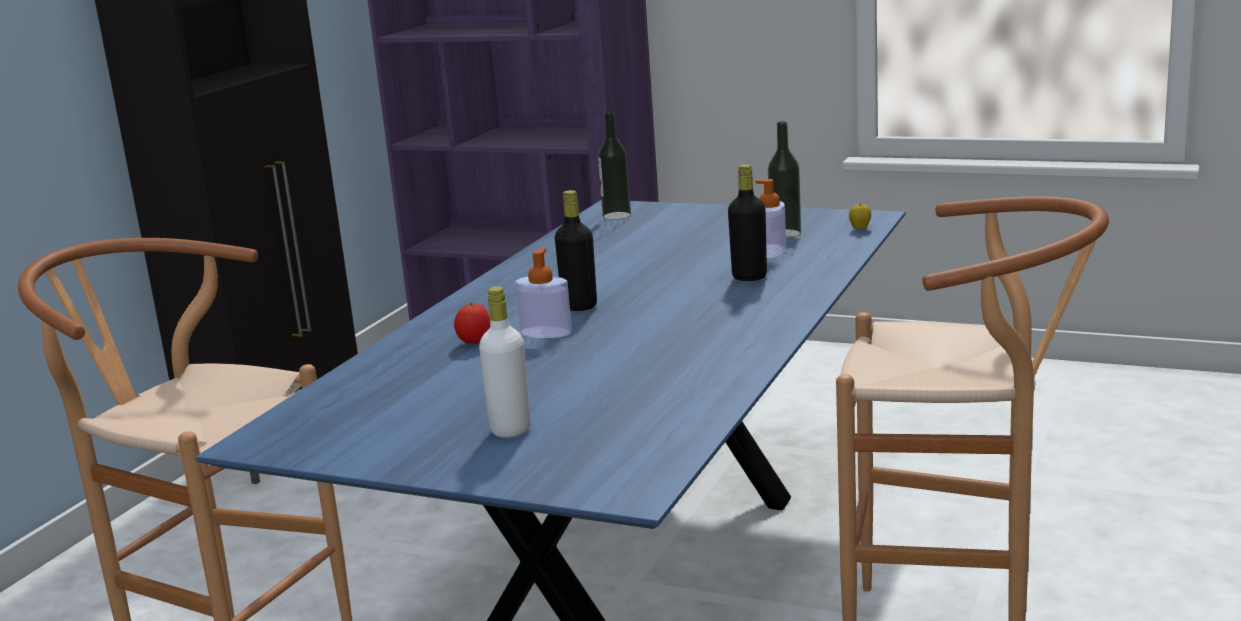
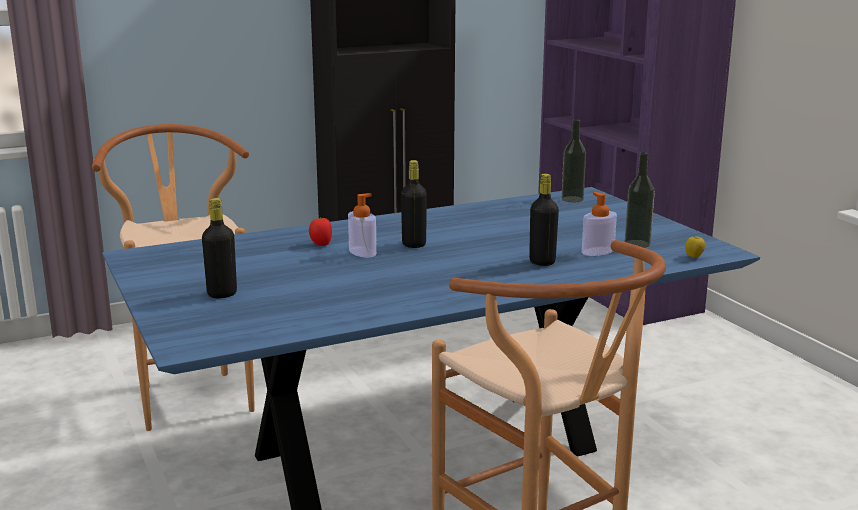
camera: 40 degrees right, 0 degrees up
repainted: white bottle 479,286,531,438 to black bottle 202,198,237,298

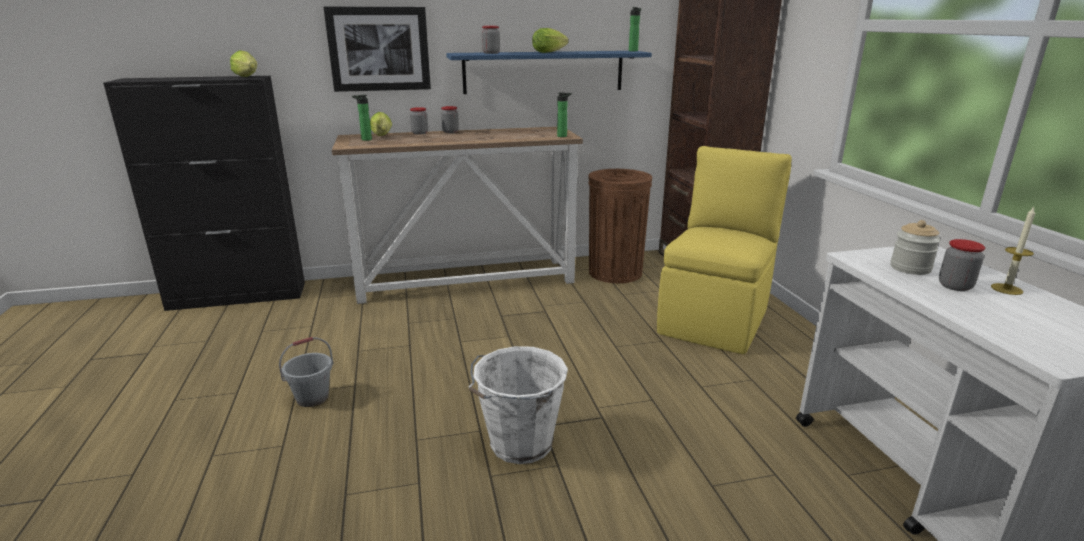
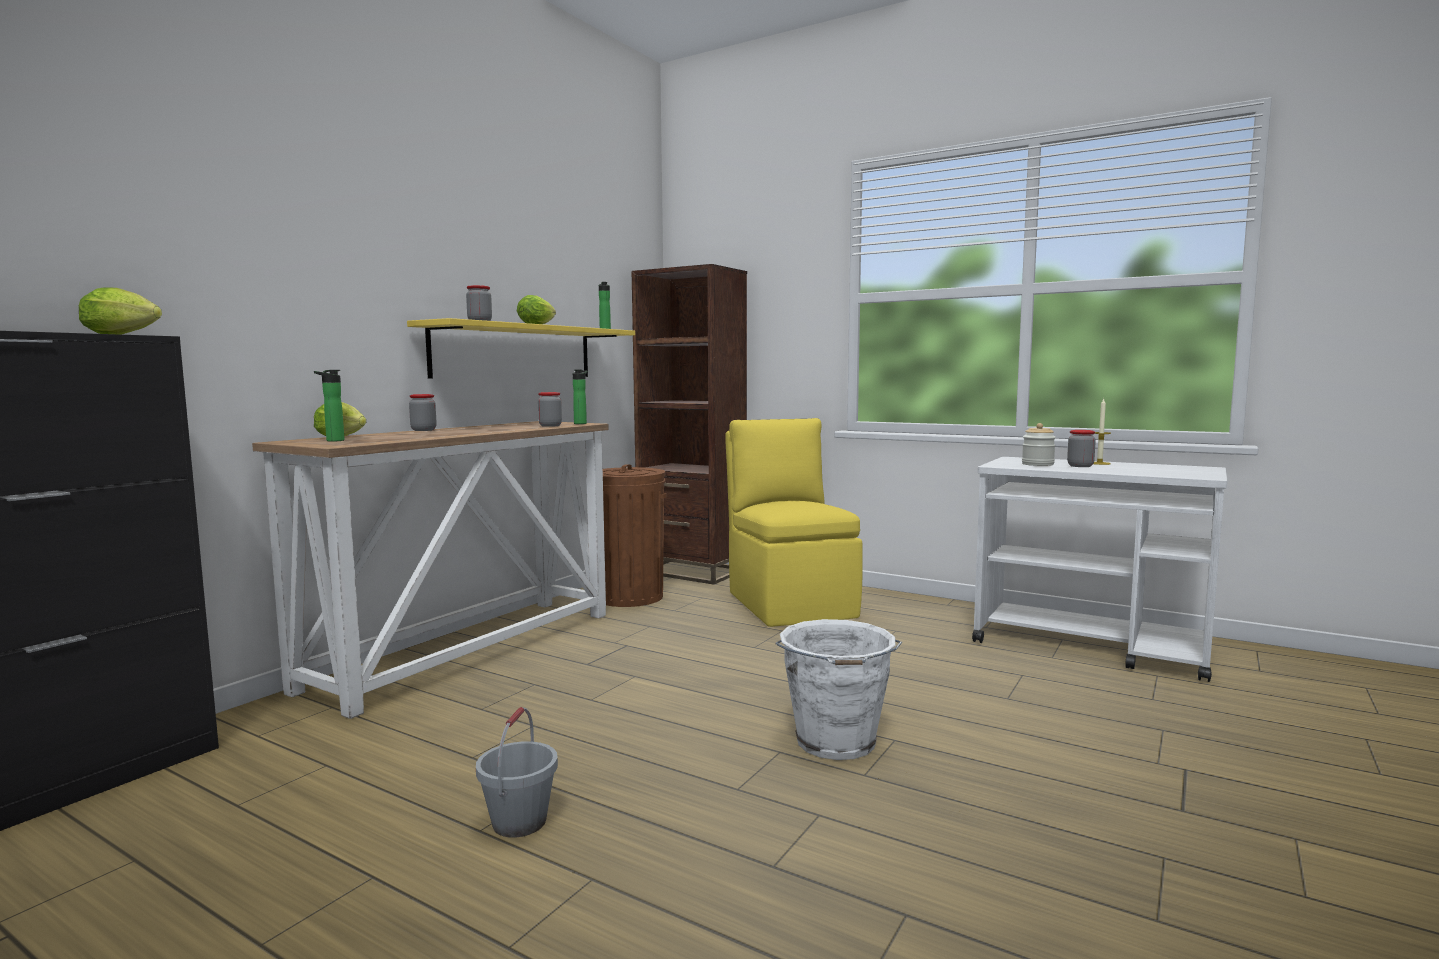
camera: 45 degrees left, 15 degrees down
gone: picture 324,7,431,92
shifted: jar 410,107,428,135 to 538,392,562,427
repainted: blue shelf 446,51,652,94 to yellow shelf 407,318,635,379

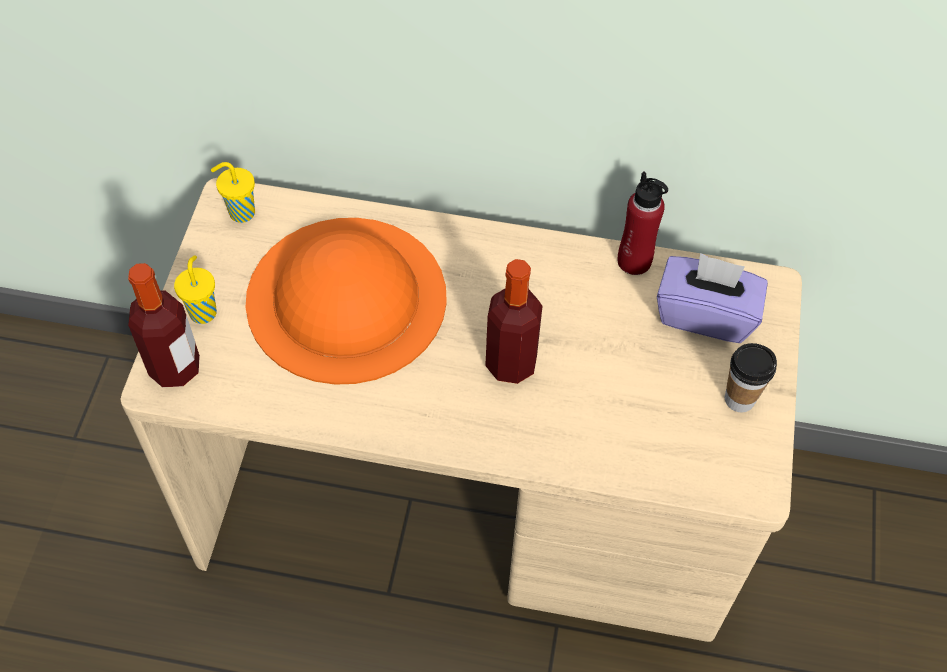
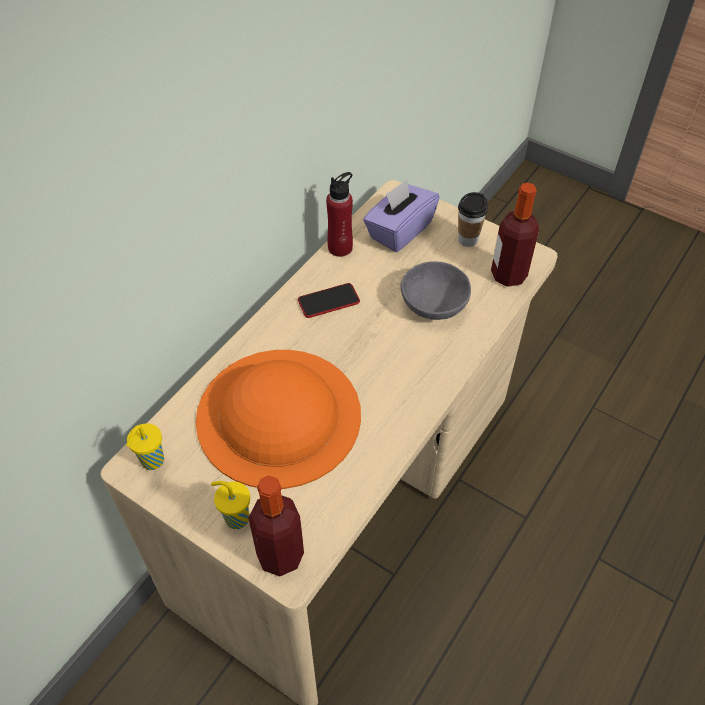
camera: 65 degrees left, 5 degrees down
new: phone 298,283,360,318; grey bowl 401,261,471,320
shifted: bottle 485,259,542,384 to 491,183,539,287

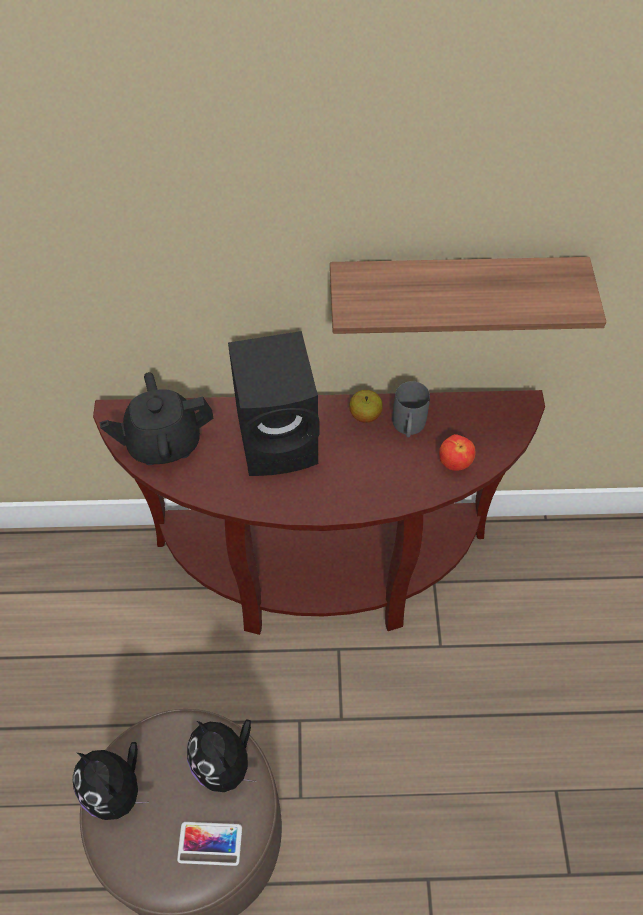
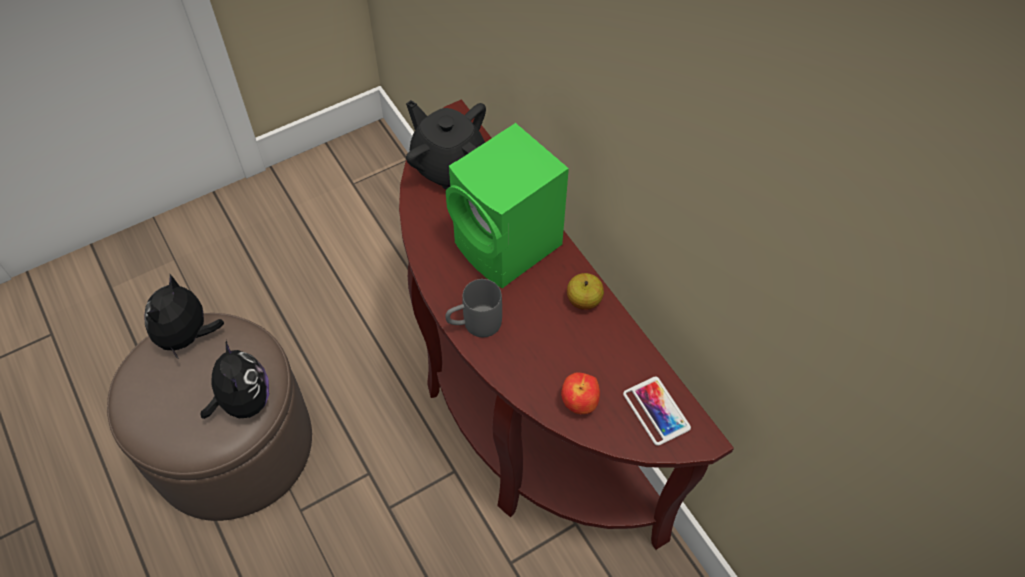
camera: 60 degrees right, 0 degrees up
gone: shelf 330,257,606,334
shifted: grey mug 392,381,430,437 to 445,279,502,337; phone 177,822,242,866 to 623,377,691,446
repainted: black speaker 228,331,319,476 to green speaker 446,123,569,288
rotated: plush toy 187,720,257,792 = 200,340,269,419 135 degrees clockwise

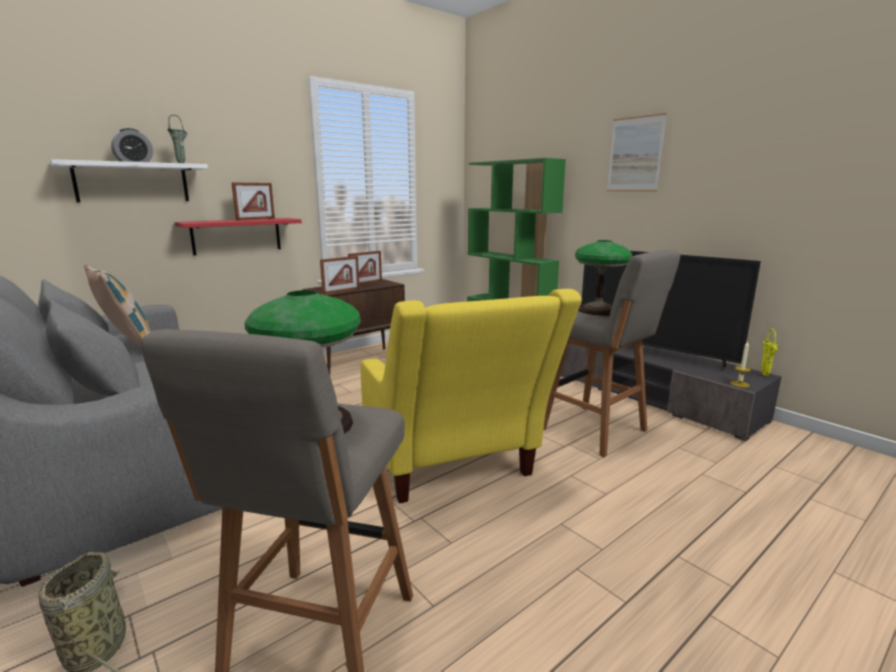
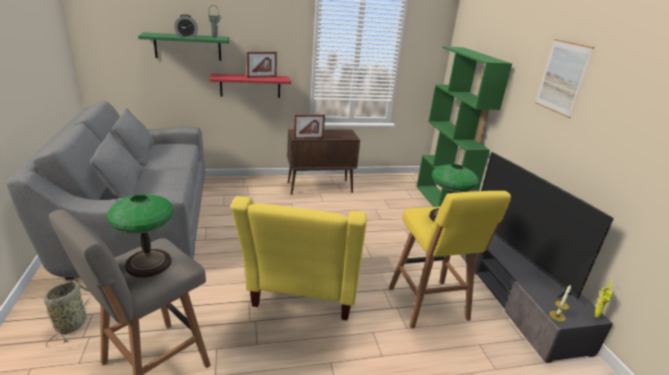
camera: 25 degrees right, 10 degrees up
gone: pillow 84,264,150,347; picture frame 348,251,382,285
repainted: white shelf 50,159,208,203 to green shelf 138,32,229,61; grey stool 543,250,680,457 to yellow stool 389,191,511,328

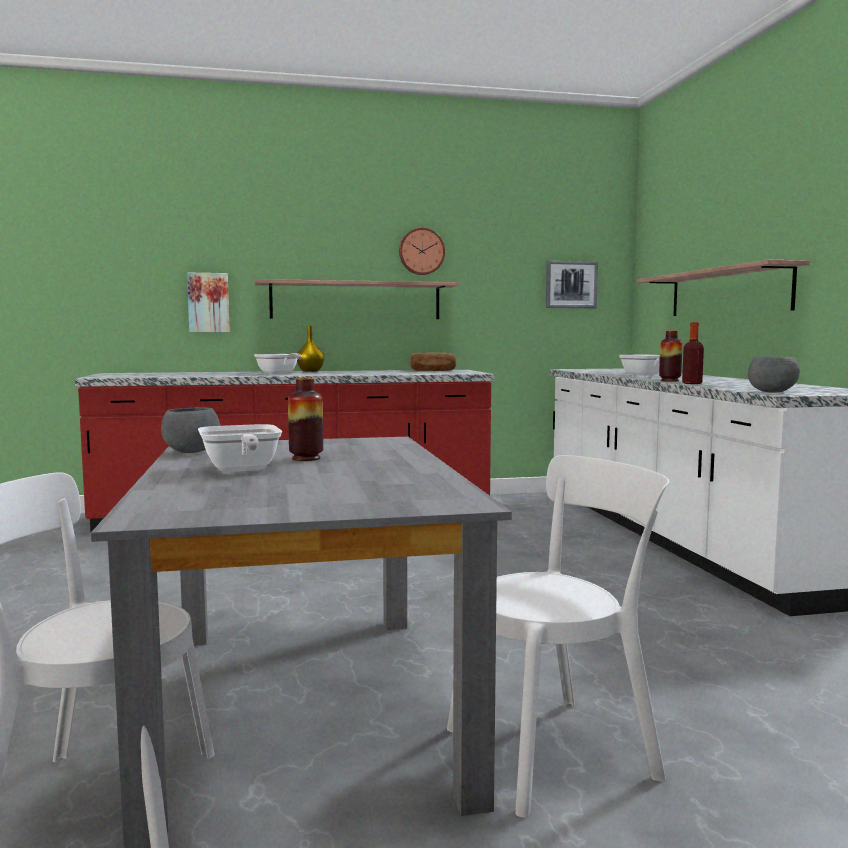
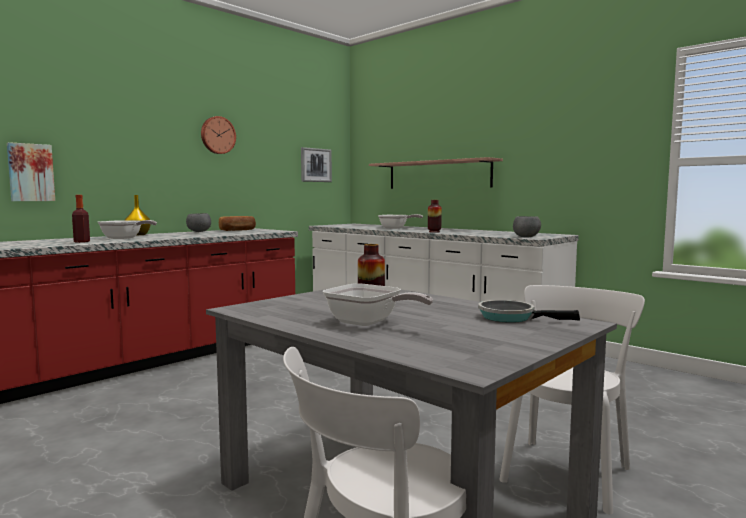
camera: 35 degrees left, 0 degrees up
gone: shelf 254,279,460,319
new: frying pan 478,300,580,323
shifted: bottle 682,322,704,384 to 72,195,90,243; grey bowl 161,407,220,453 to 186,213,211,232

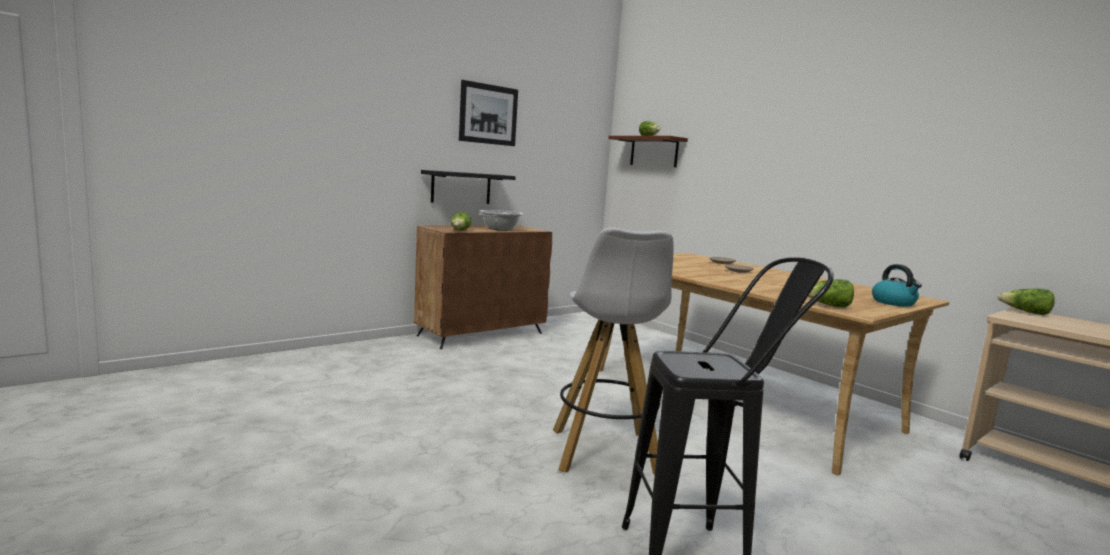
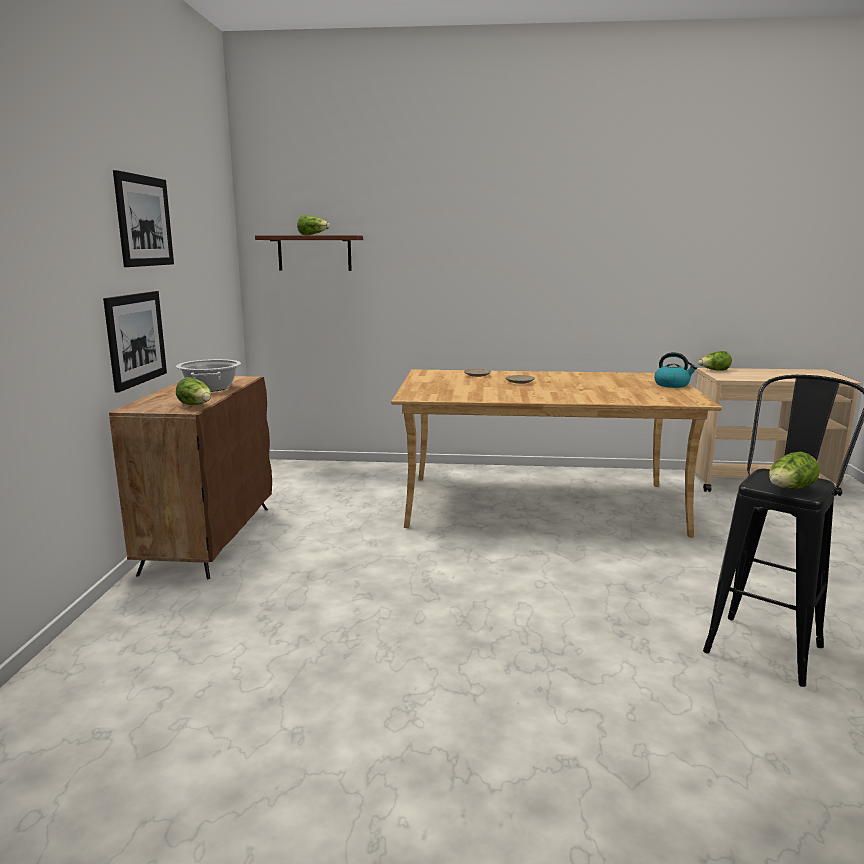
camera: 45 degrees left, 5 degrees up
gone: white stool 553,227,674,474
shifted: lettuce 808,279,854,308 to 769,452,820,489
swapped: black shelf 421,170,516,204 to picture 103,291,167,393

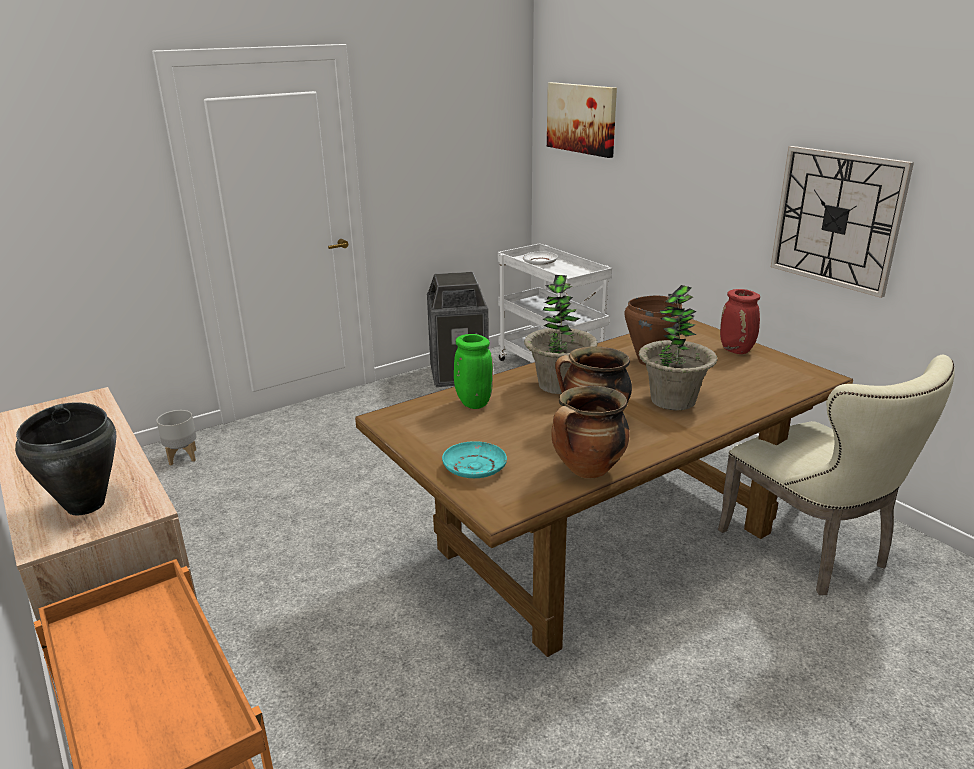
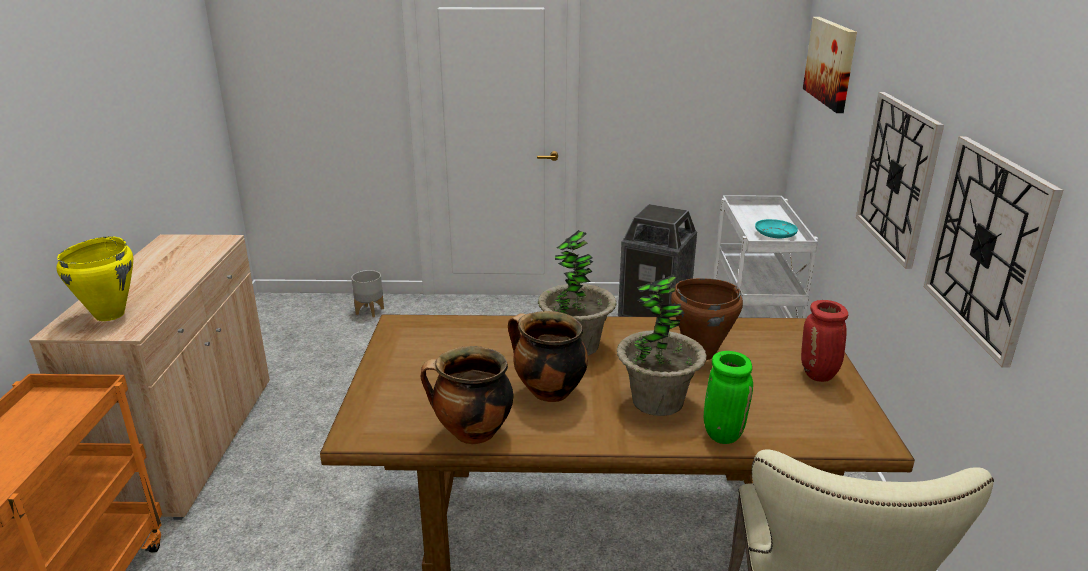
camera: 35 degrees right, 0 degrees up
gone: white plate 523,251,558,265
new: wall clock 856,92,944,269
shifted: green vase 454,334,493,409 to 704,351,753,444; turquoise plate 442,441,507,478 to 755,219,798,238
repainted: black cooking pot 15,402,116,515 to yellow cooking pot 56,236,133,321

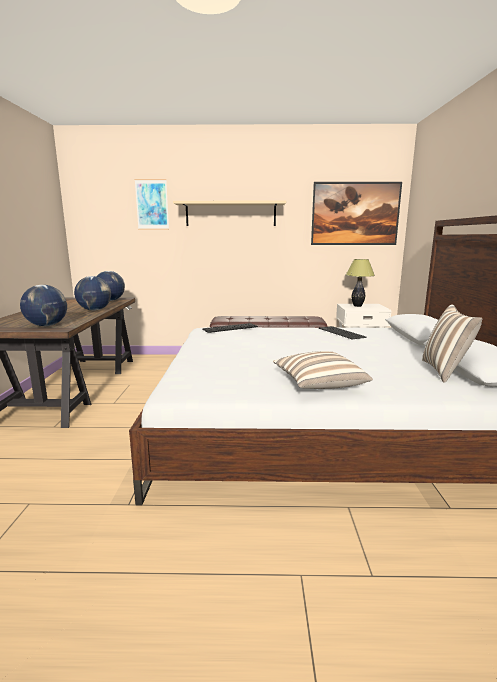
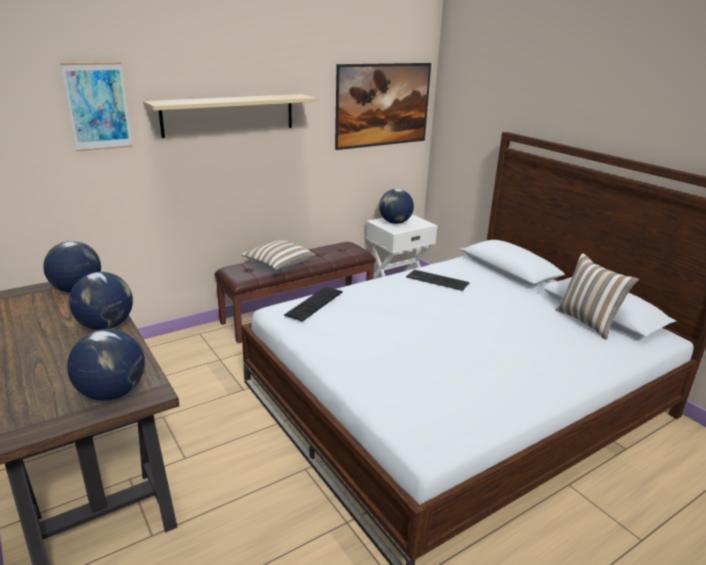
camera: 35 degrees left, 10 degrees up
shifted: pillow 273,351,373,389 to 241,239,316,270
swapped: table lamp 346,259,375,307 to globe 379,189,414,224

